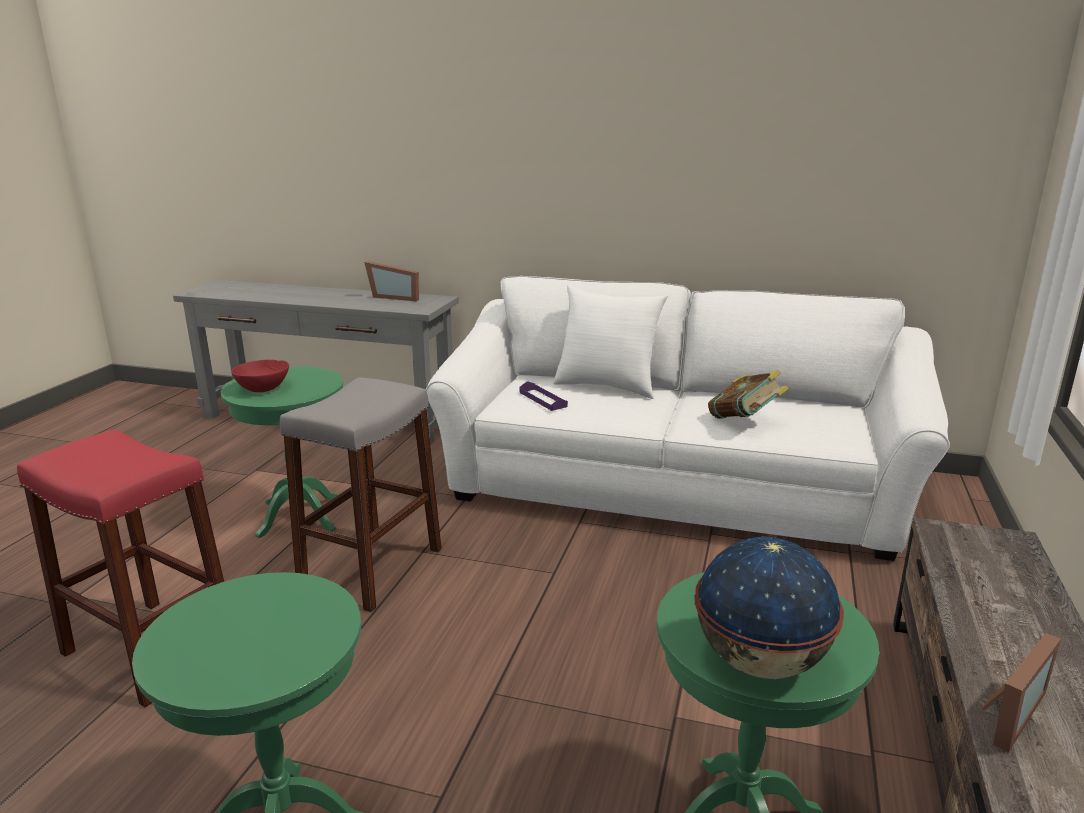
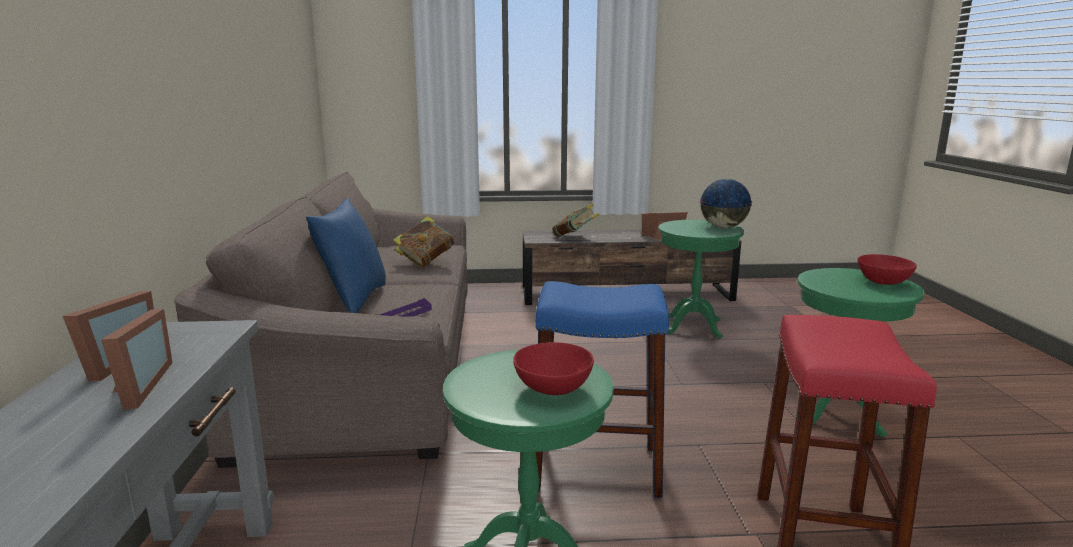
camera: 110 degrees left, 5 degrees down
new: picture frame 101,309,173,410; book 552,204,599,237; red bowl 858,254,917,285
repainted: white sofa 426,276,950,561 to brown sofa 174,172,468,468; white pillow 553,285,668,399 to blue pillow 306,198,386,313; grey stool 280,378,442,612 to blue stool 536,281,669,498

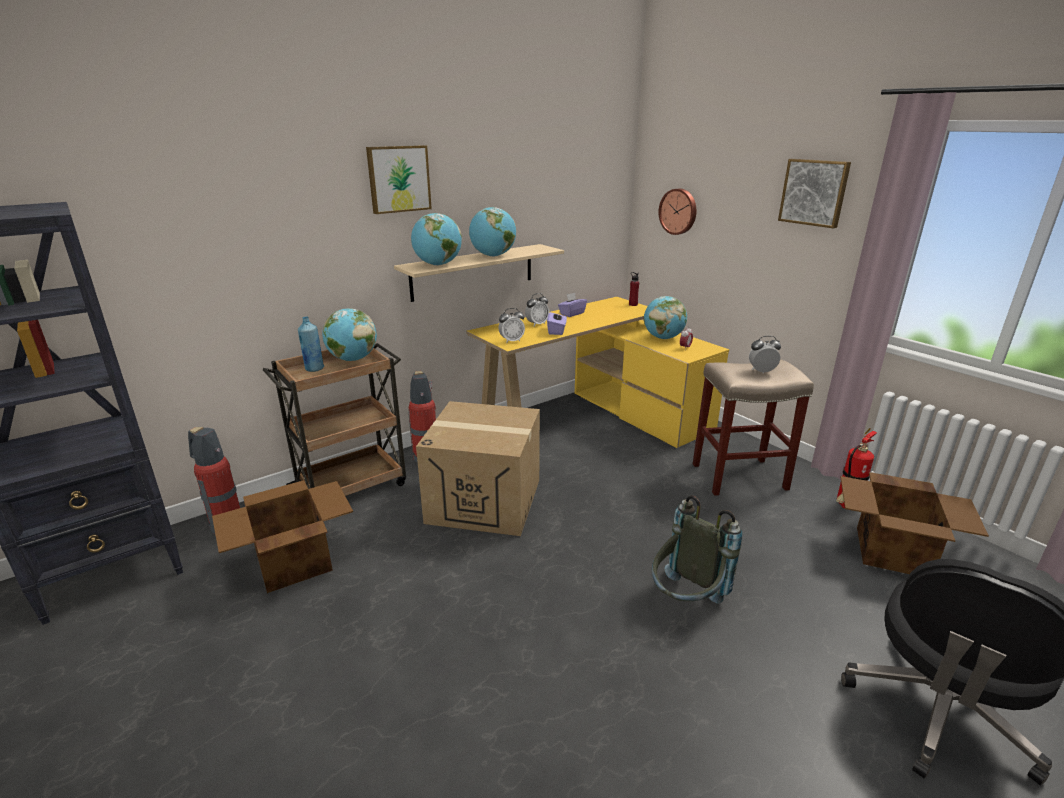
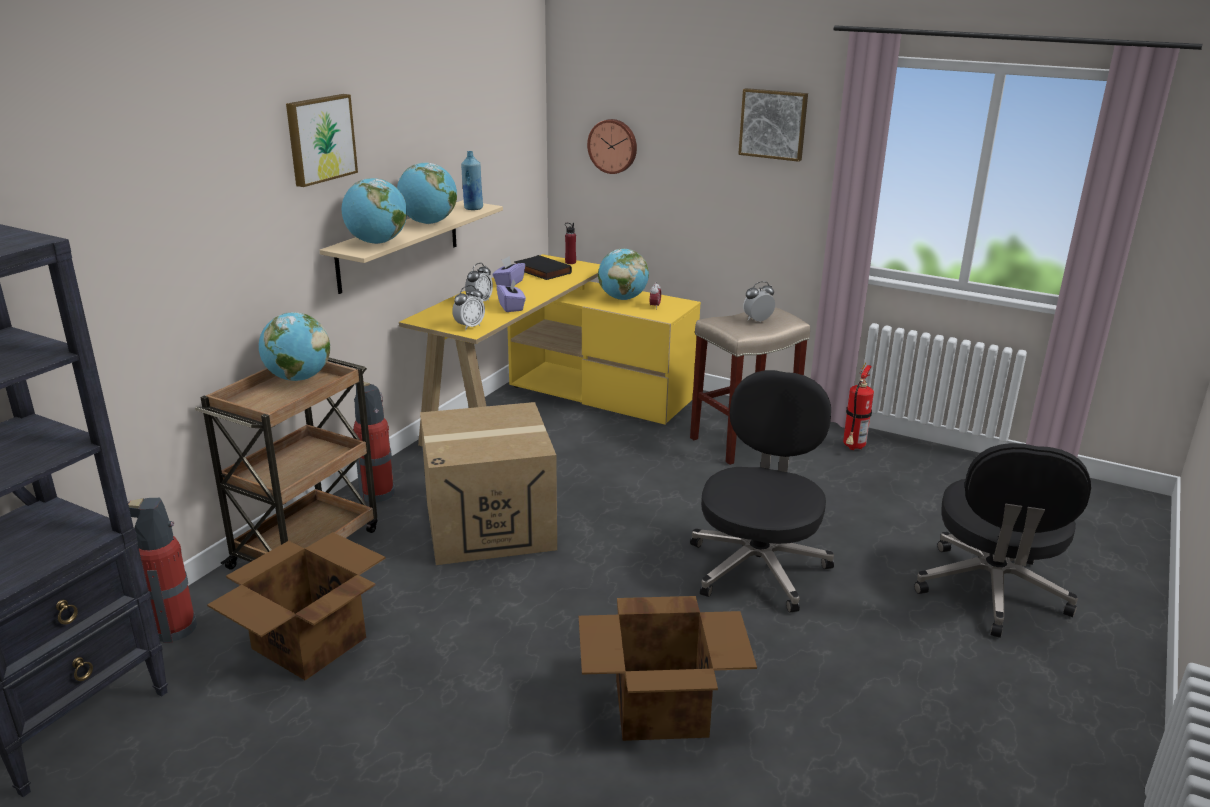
camera: 25 degrees left, 0 degrees up
new: black book 515,255,572,280
shifted: blue bottle 298,317,324,372 to 461,151,483,210; cardboard box 840,472,989,574 to 579,596,757,741
swapped: grey backpack 651,495,742,604 to black office chair 690,370,834,613

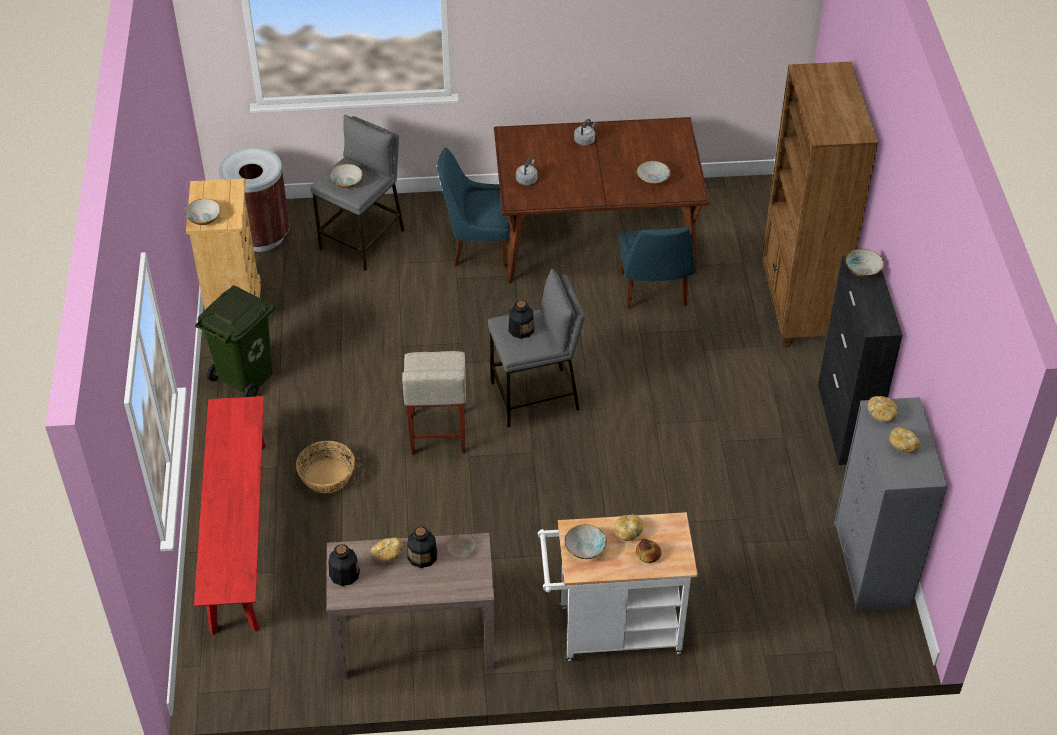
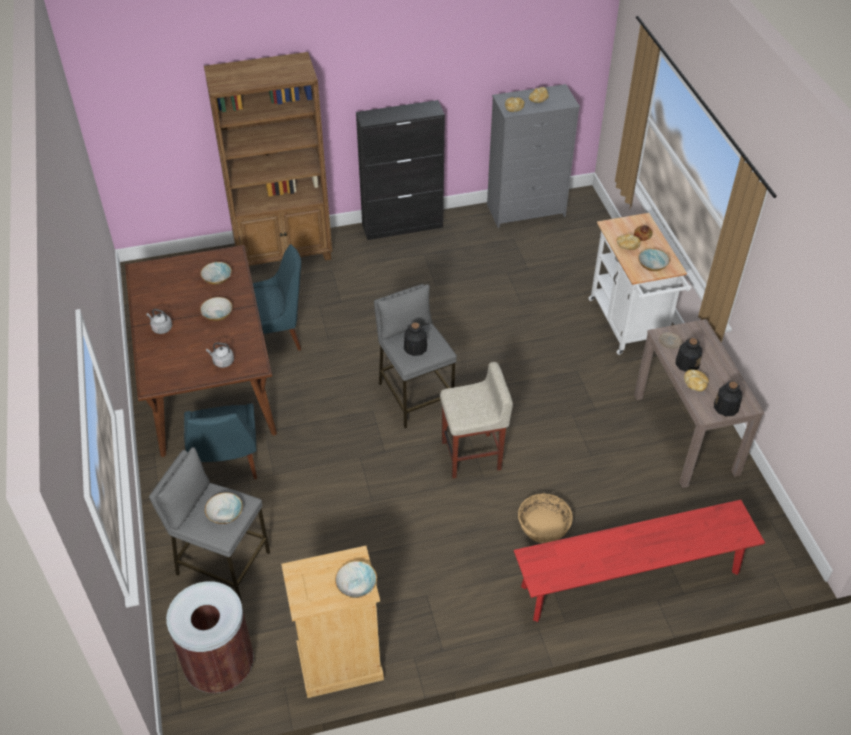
camera: 100 degrees left, 0 degrees up
gone: green trash can 195,285,276,397
shifted: bowl 846,249,884,277 to 200,297,232,321

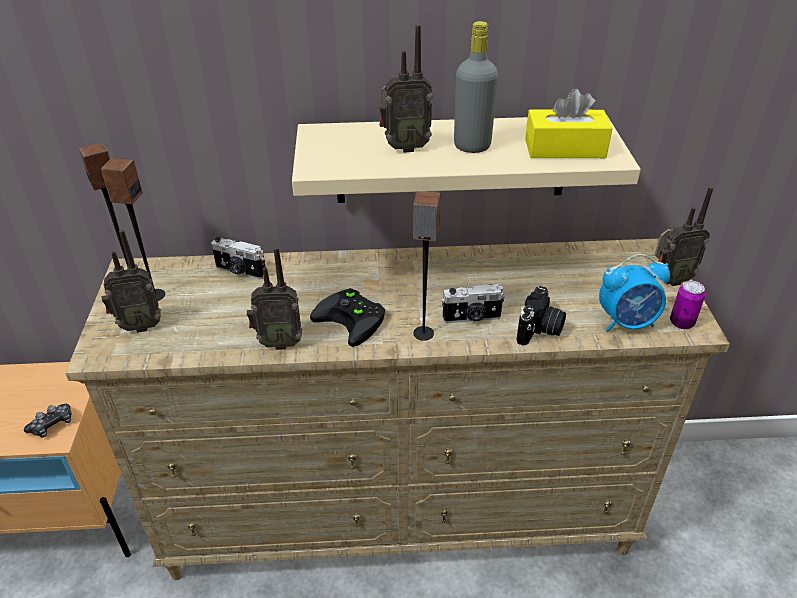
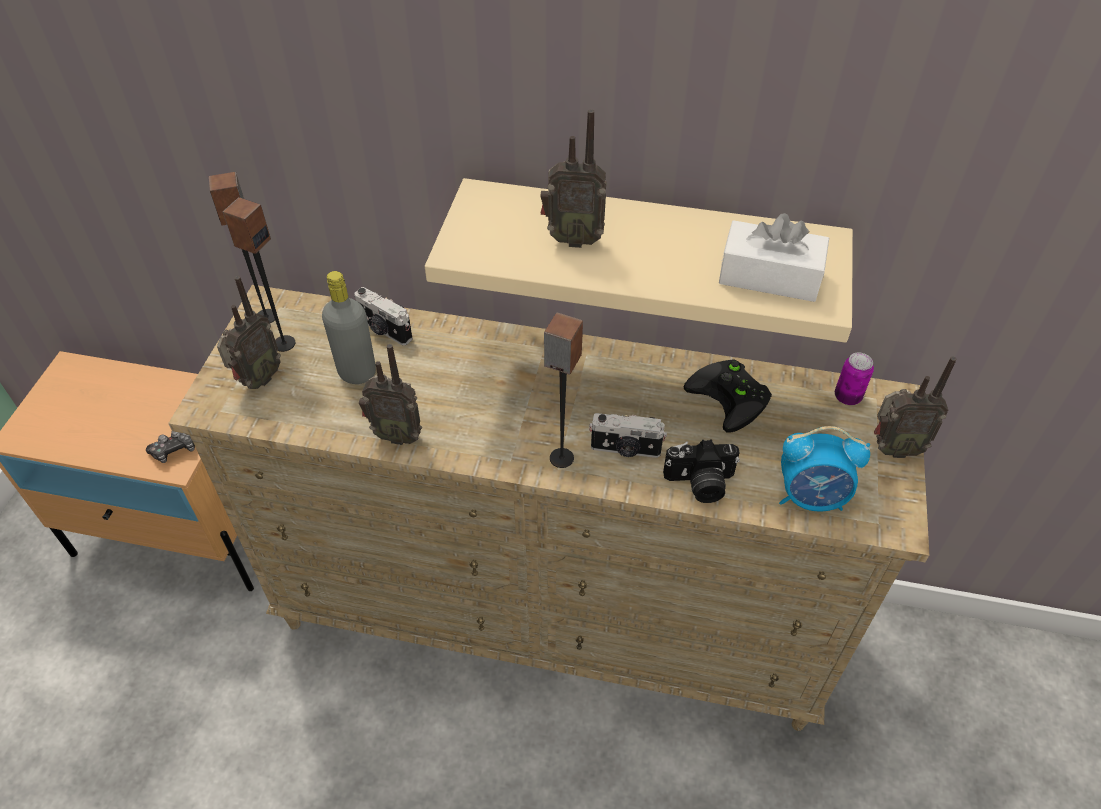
camera: 15 degrees right, 10 degrees up
shifted: grey bottle 454,21,498,153 to 322,271,376,384; black game controller 310,288,385,347 to 683,359,772,432; can 670,281,705,329 to 835,352,874,405
repainted: yellow tissue box 525,88,613,158 to white tissue box 719,213,829,302
rotated: radio 102,229,161,333 = 217,276,281,389 60 degrees counterclockwise; photo camera 517,286,566,346 = 663,439,740,503 45 degrees clockwise

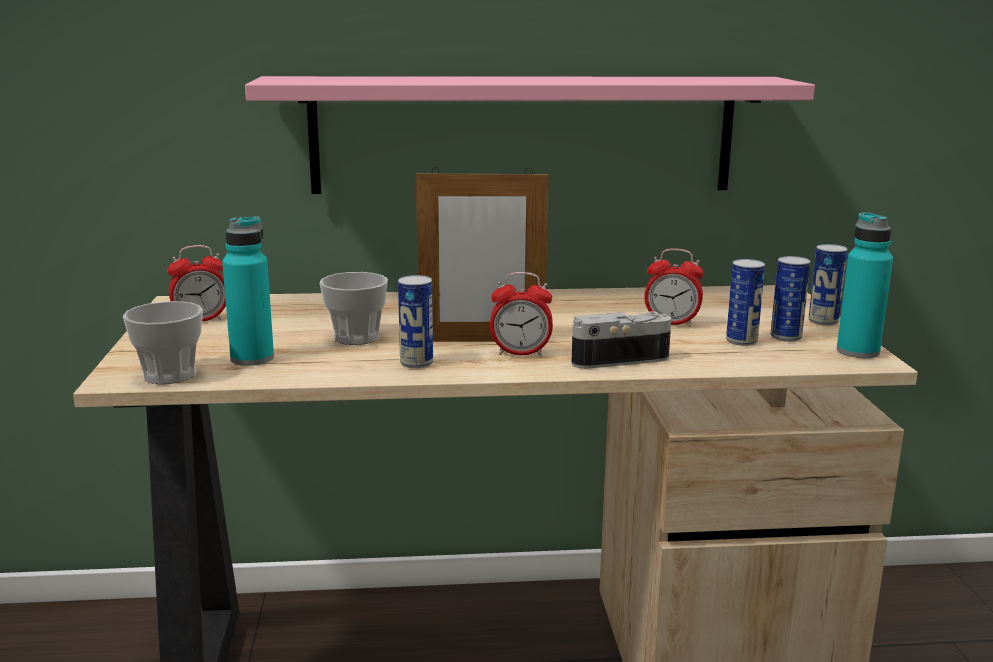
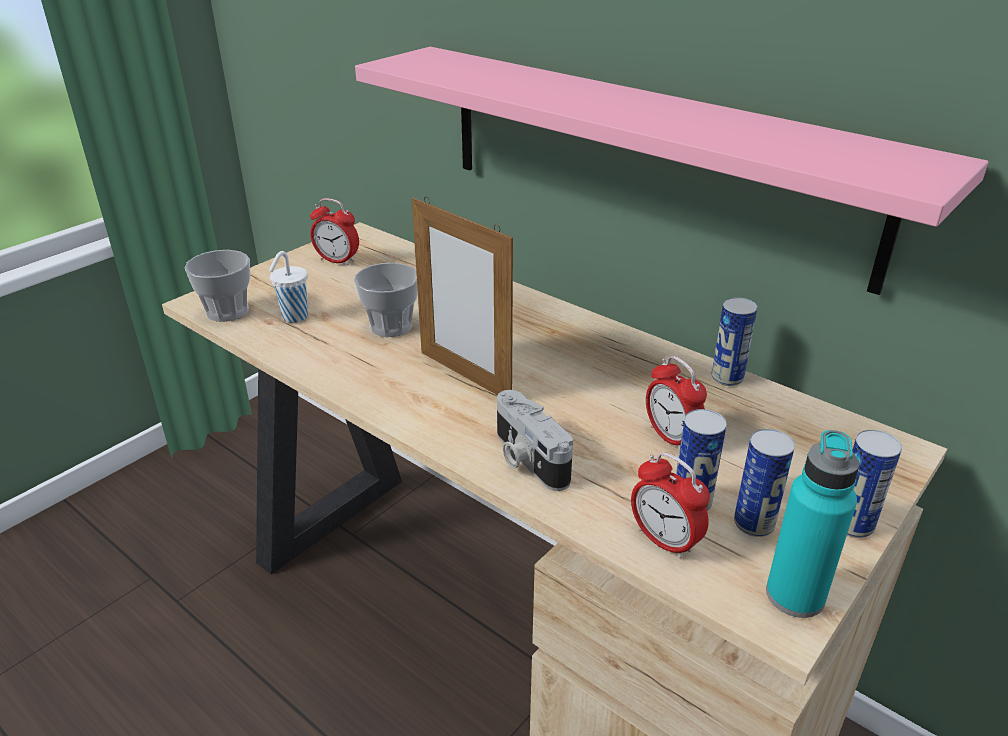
camera: 45 degrees right, 15 degrees up
shifted: alarm clock 490,272,553,356 to 631,452,710,559; can 398,275,433,368 to 711,297,757,386
swapped: turquoise bottle 222,216,274,366 to white cup 269,251,308,323
rotated: photo camera 571,311,671,369 = 497,390,573,491 150 degrees counterclockwise

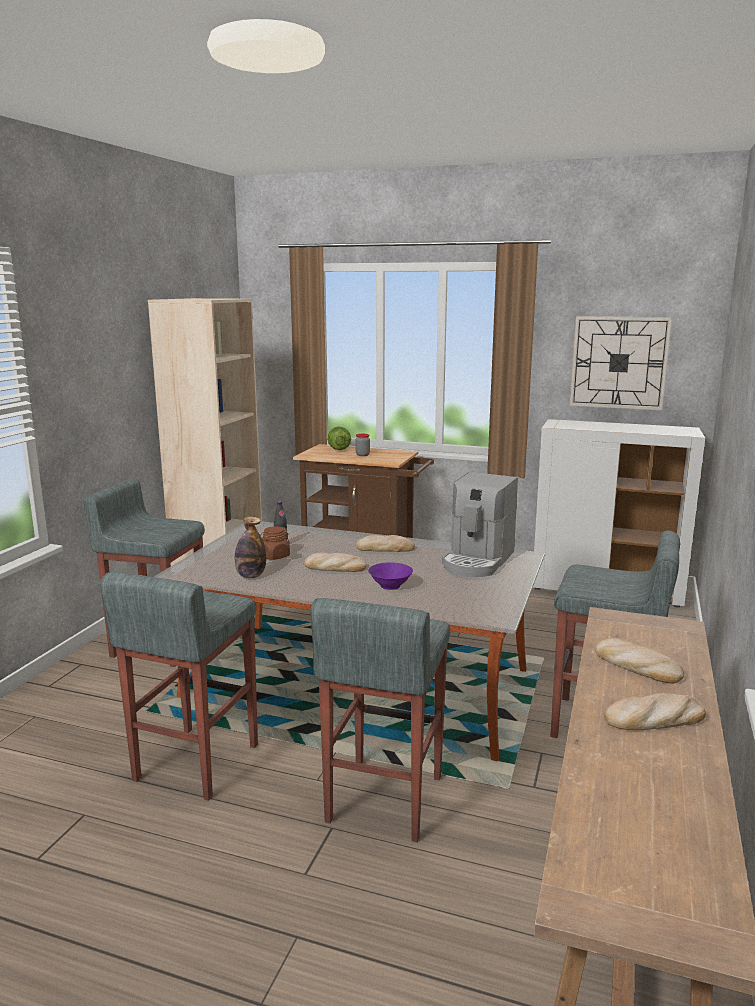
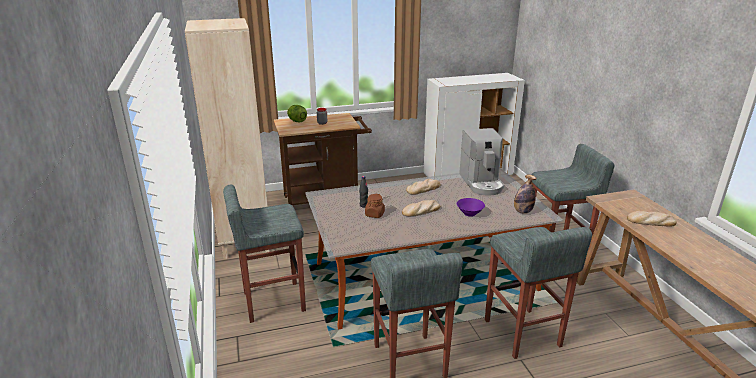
camera: 35 degrees left, 10 degrees up
gone: wall clock 570,316,672,410; bread 604,693,706,730
shifted: bottle 235,517,266,578 to 514,174,536,214

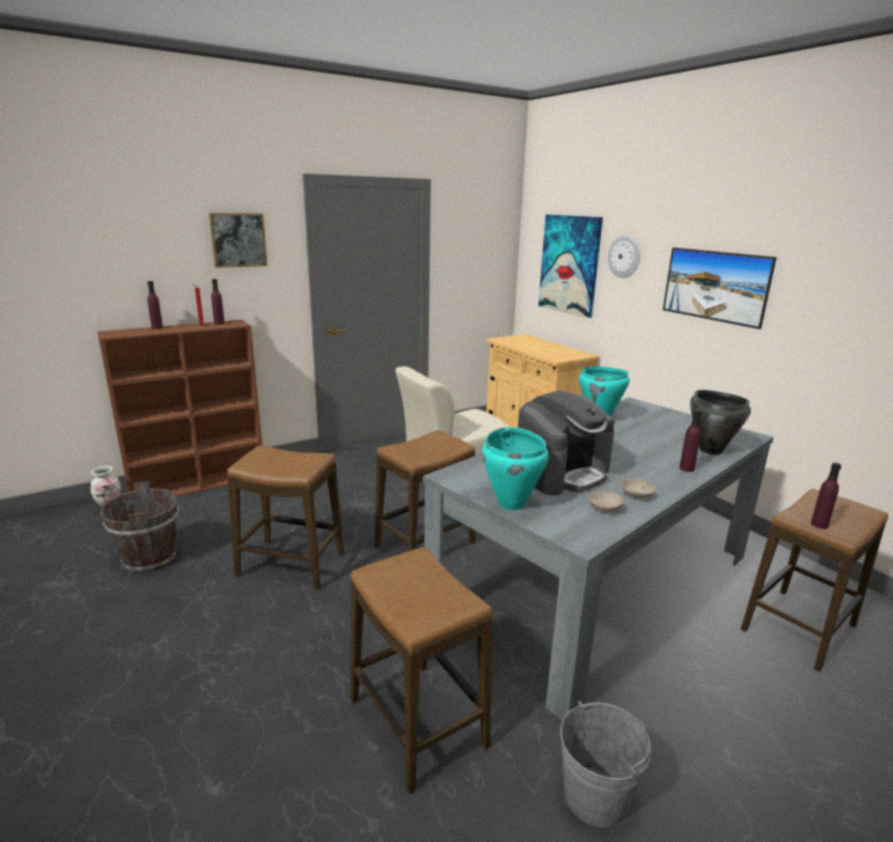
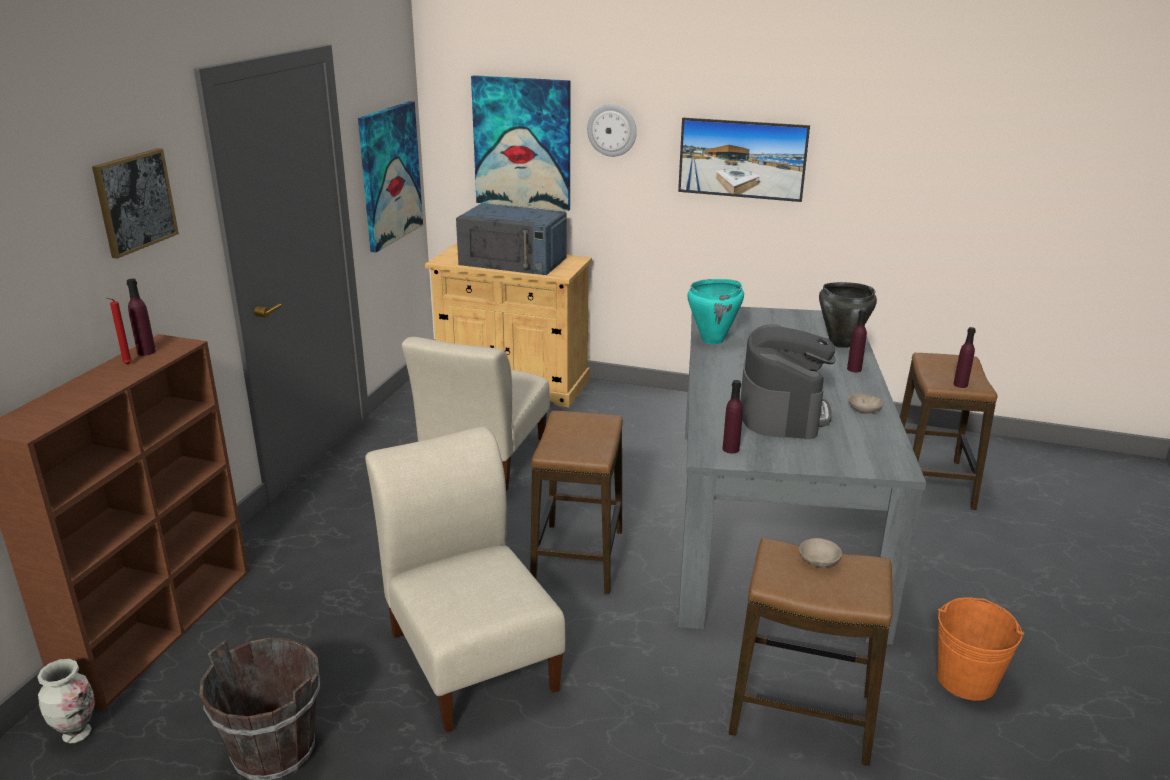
camera: 40 degrees left, 5 degrees up
gone: turquoise cooking pot 482,427,549,510
new: picture 358,101,423,253; blue microwave 456,203,567,275
shifted: purple bottle 147,281,163,329 to 723,380,743,454; beige bowl 588,491,624,513 to 799,538,842,567
swapped: stool 227,445,344,590 to beige chair 365,427,565,732
repainted: grey bucket 560,701,651,828 to orange bucket 937,597,1024,701

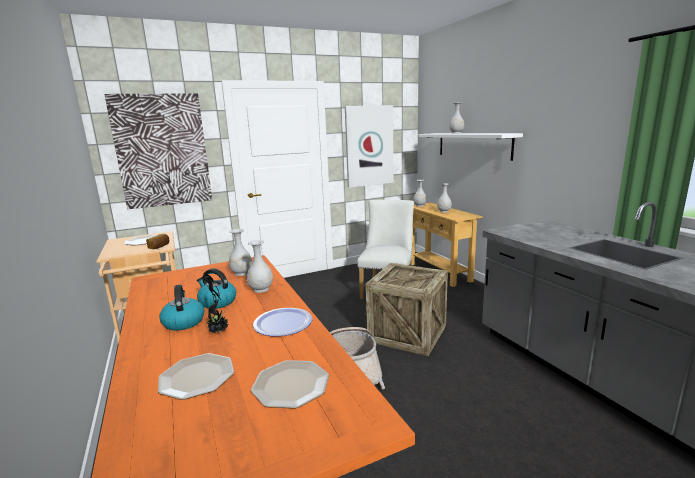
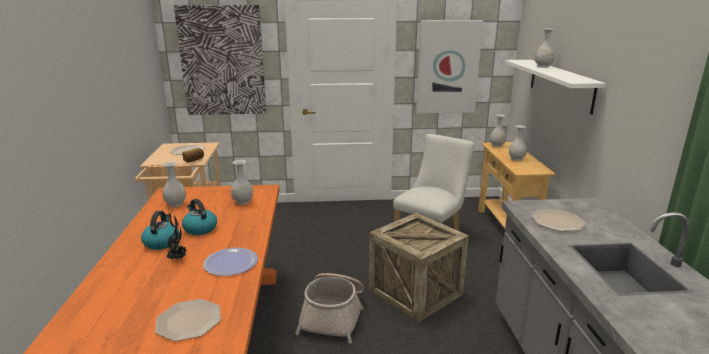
camera: 20 degrees right, 5 degrees up
shifted: white vase 247,240,273,293 to 163,162,186,207; plate 158,353,234,400 to 531,209,586,231

